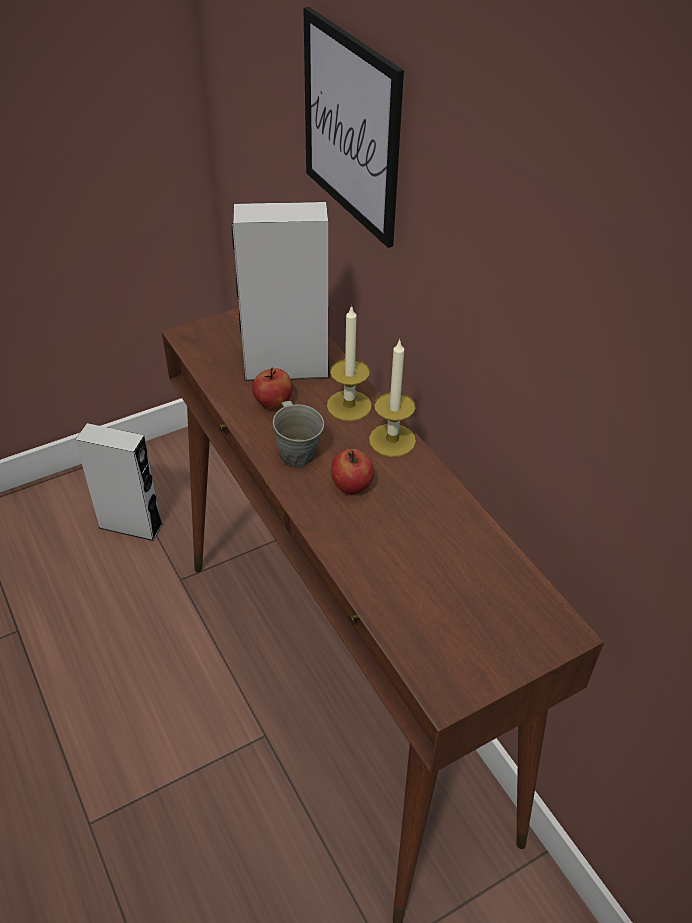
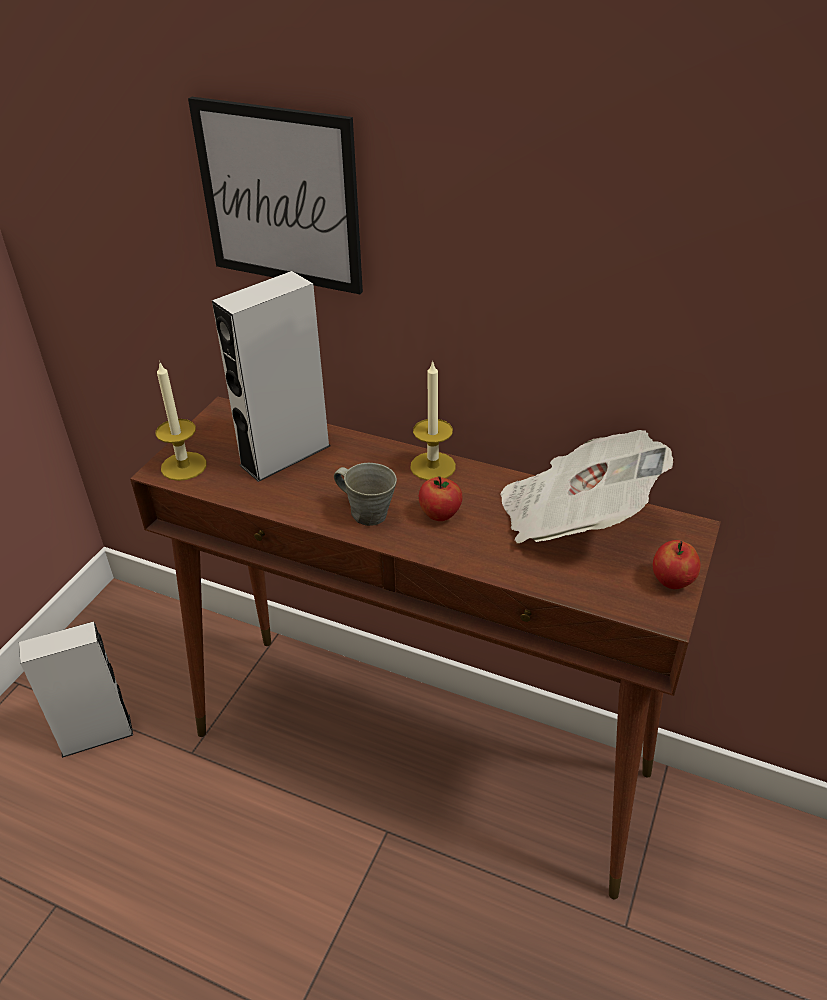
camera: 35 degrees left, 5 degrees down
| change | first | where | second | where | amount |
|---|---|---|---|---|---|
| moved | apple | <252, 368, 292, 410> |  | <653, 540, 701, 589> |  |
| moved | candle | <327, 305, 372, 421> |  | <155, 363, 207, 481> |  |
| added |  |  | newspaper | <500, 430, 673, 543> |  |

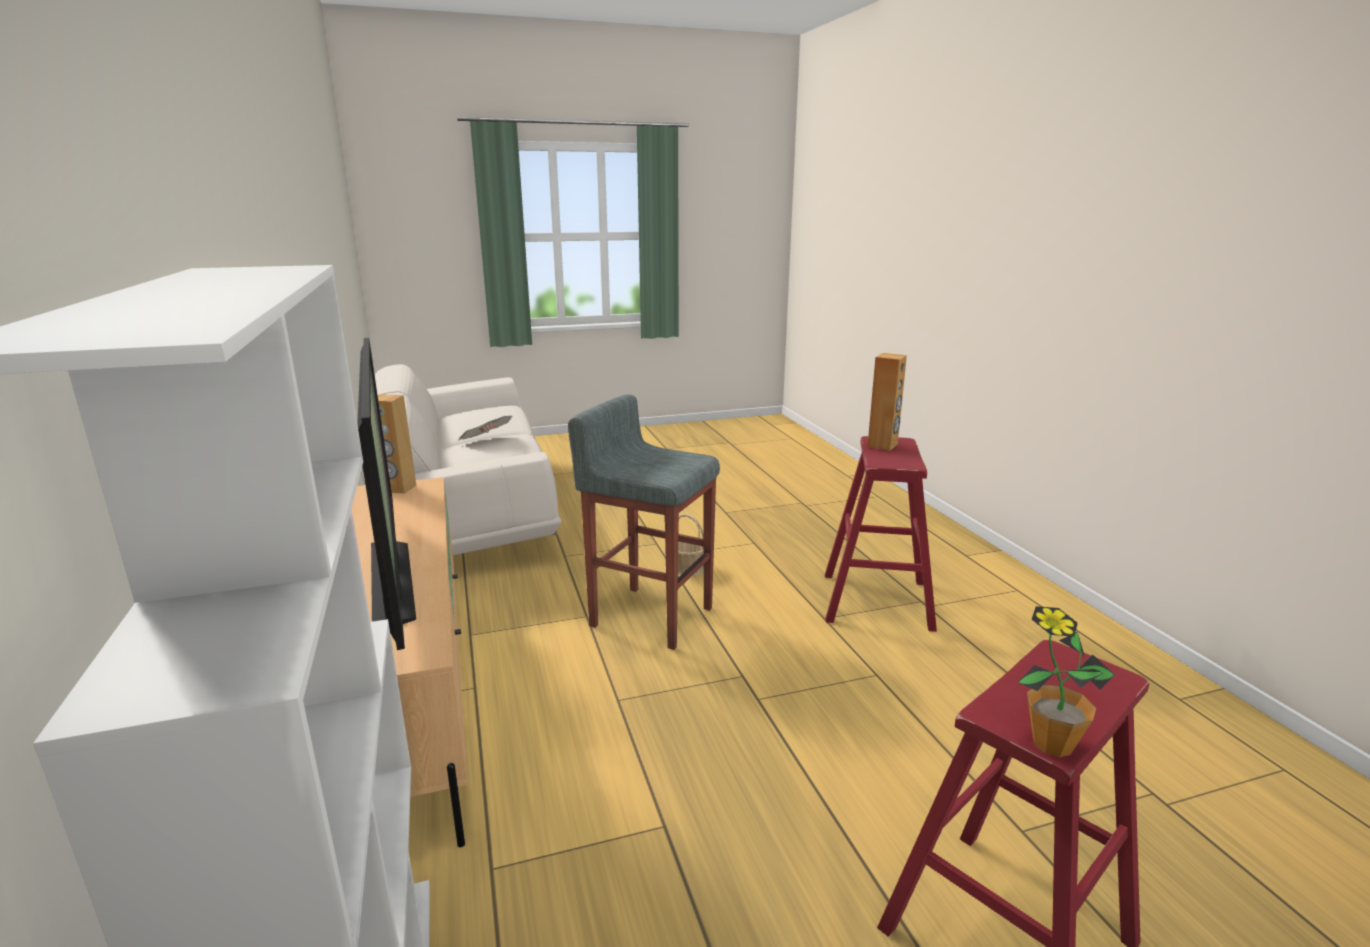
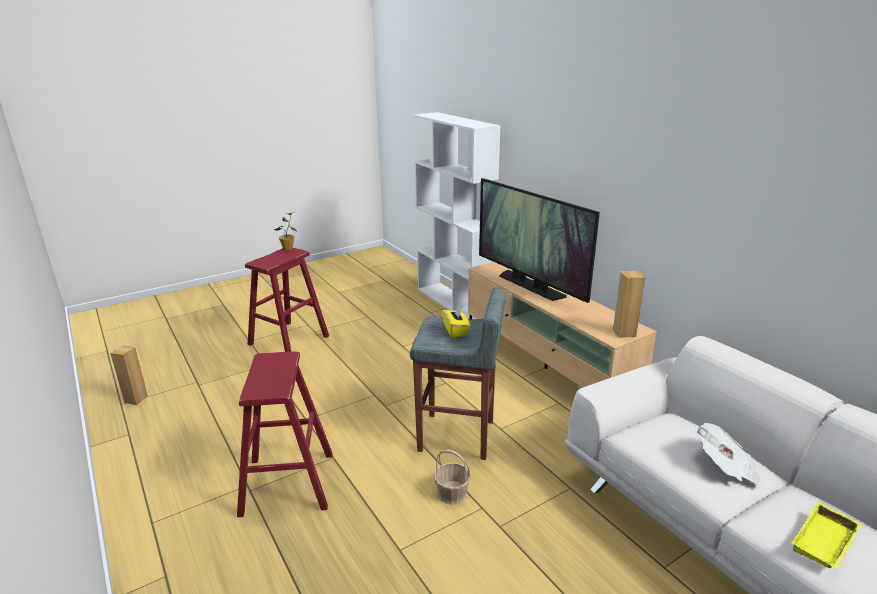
camera: 165 degrees right, 5 degrees up
| change | first | where | second | where | amount |
|---|---|---|---|---|---|
| moved | speaker/brown | <868, 353, 907, 451> |  | <110, 345, 148, 405> |  |
| added |  |  | tissue box/yellow | <442, 307, 470, 338> |  |
| added |  |  | tray/yellow | <792, 502, 861, 569> |  |

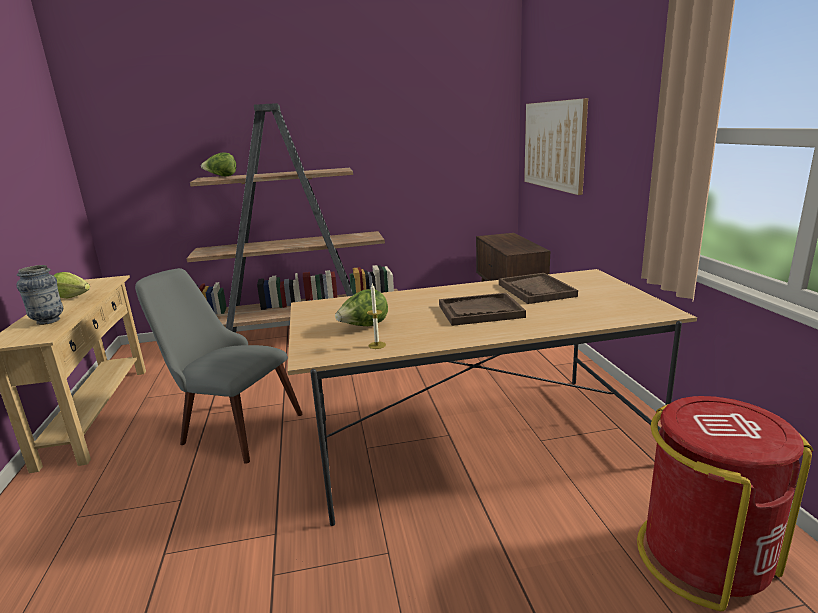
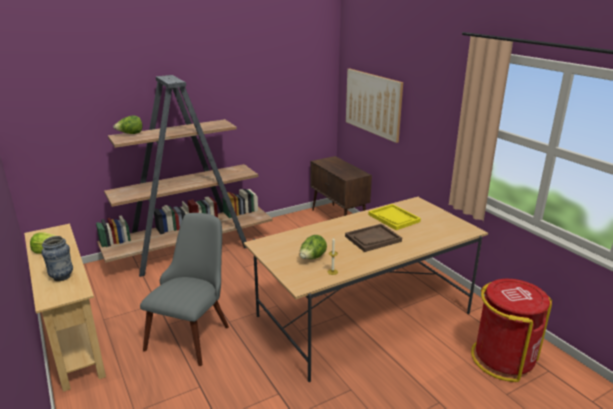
camera: 20 degrees left, 5 degrees up
| change | first | where | second | where | amount |
|---|---|---|---|---|---|
| turned | chair/grey | <135, 268, 303, 464> |  | <140, 213, 229, 366> | 105 degrees clockwise |
| recoloured | tray/brown | <499, 273, 578, 304> | tray/yellow | <368, 204, 421, 230> |  |

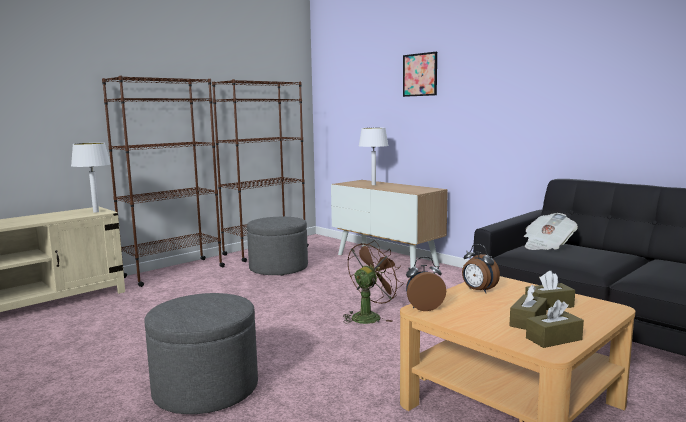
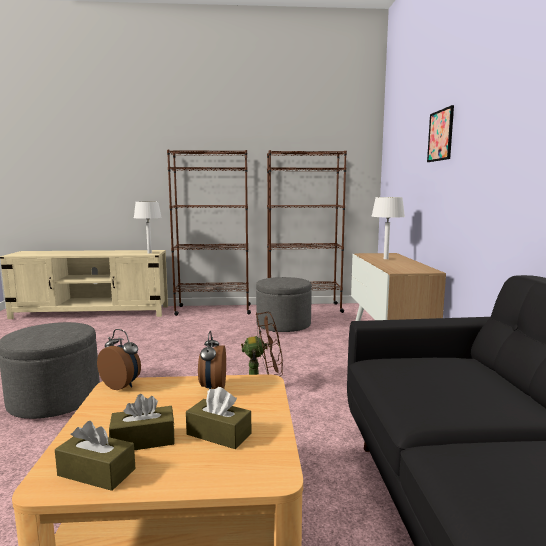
camera: 40 degrees right, 0 degrees up
| change | first | where | second | where | amount |
|---|---|---|---|---|---|
| removed | newspaper | <524, 213, 578, 250> |  |  |  |

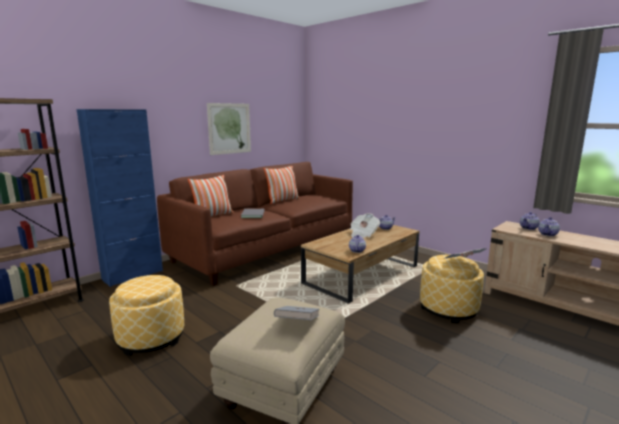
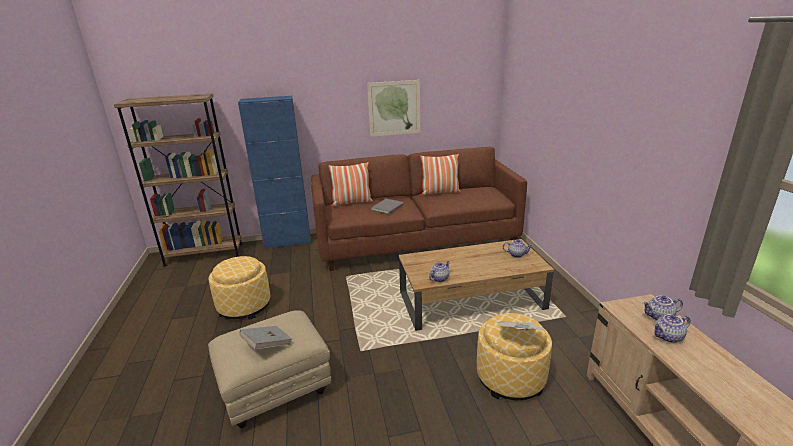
camera: 35 degrees right, 10 degrees up
| change | first | where | second | where | amount |
|---|---|---|---|---|---|
| removed | newspaper | <350, 213, 380, 238> |  |  |  |

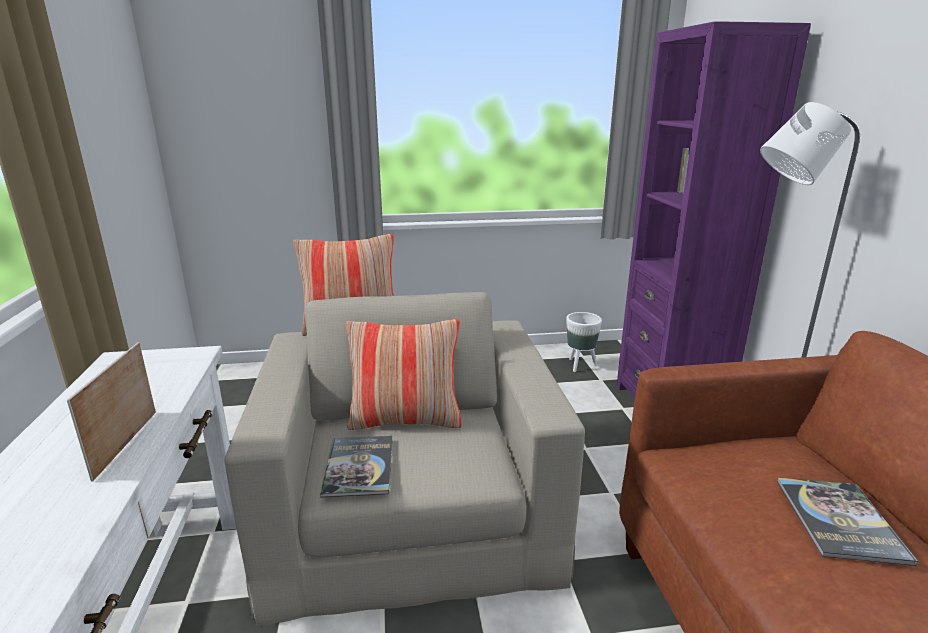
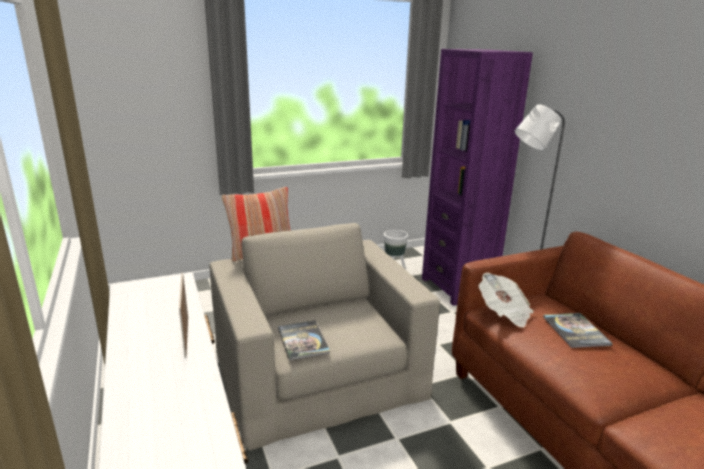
camera: 15 degrees left, 0 degrees up
| change | first | where | second | where | amount |
|---|---|---|---|---|---|
| removed | pillow | <346, 319, 462, 430> |  |  |  |
| added |  |  | newspaper | <479, 273, 534, 328> |  |

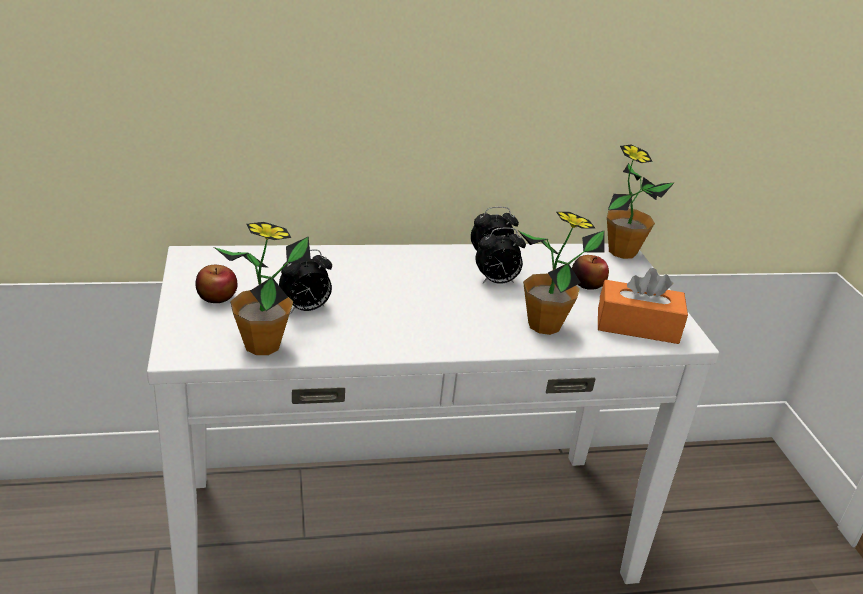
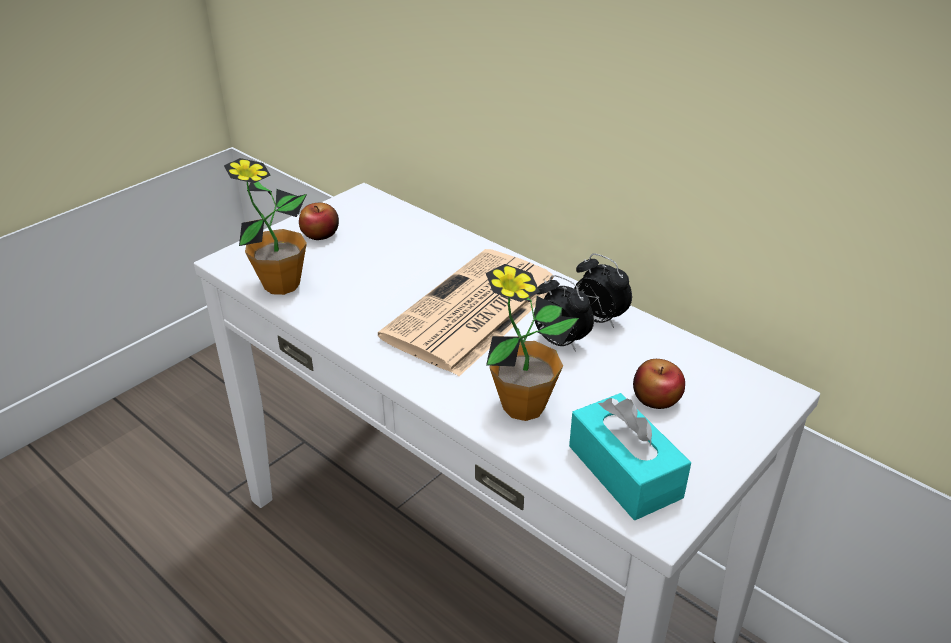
camera: 55 degrees right, 5 degrees up
| change | first | where | second | where | amount |
|---|---|---|---|---|---|
| removed | alarm clock | <279, 250, 332, 313> |  |  |  |
| recoloured | tissue box/orange | <598, 268, 688, 344> | tissue box/turquoise | <569, 393, 691, 520> |  |
| removed | potted plant | <607, 144, 674, 259> |  |  |  |
| added |  |  | newspaper | <378, 249, 554, 376> |  |

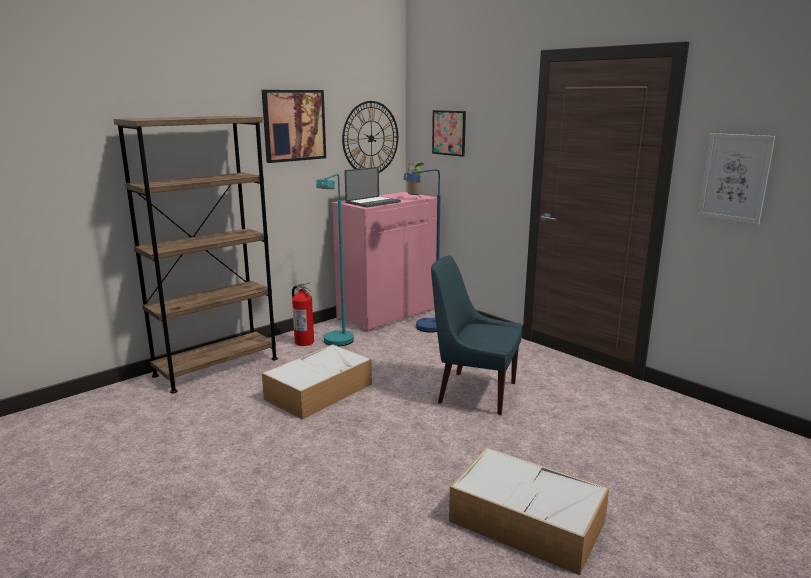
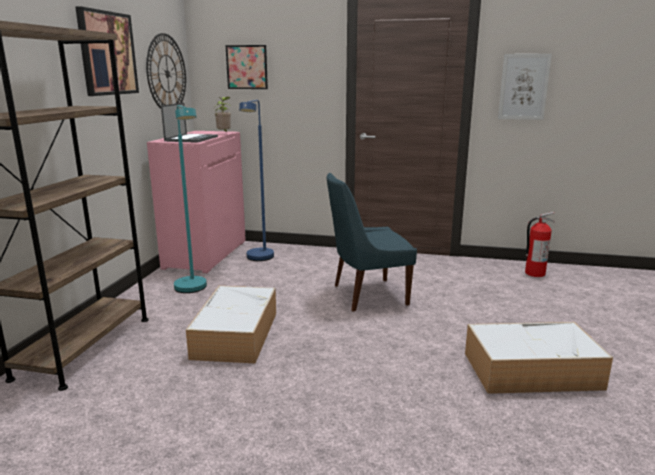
camera: 35 degrees left, 0 degrees up
| change | first | where | second | where | amount |
|---|---|---|---|---|---|
| moved | fire extinguisher | <292, 283, 314, 346> |  | <525, 212, 555, 277> |  |

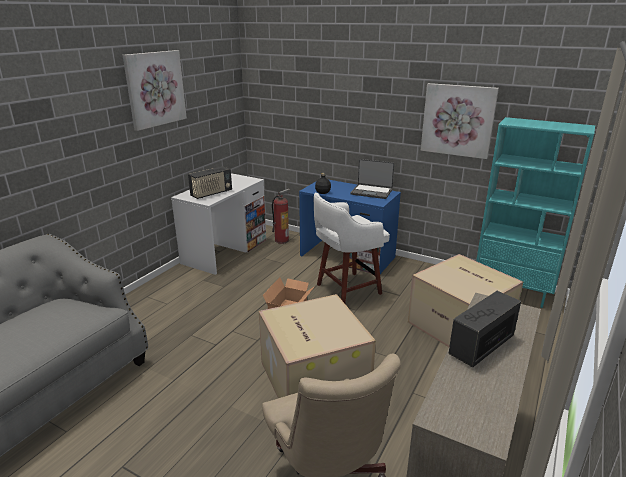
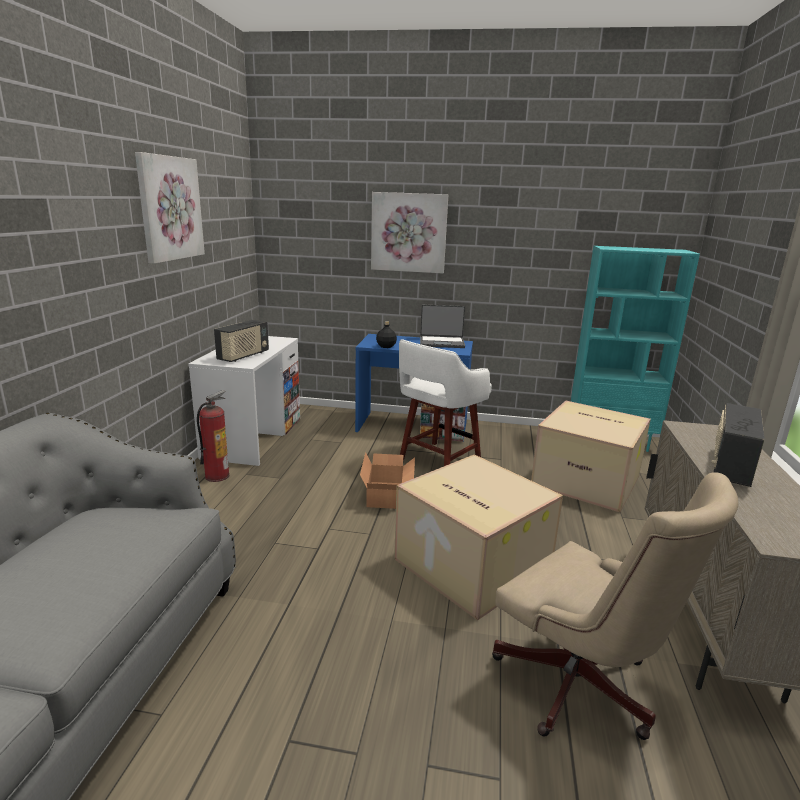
camera: 20 degrees left, 5 degrees down
| change | first | where | second | where | amount |
|---|---|---|---|---|---|
| moved | fire extinguisher | <272, 189, 290, 244> |  | <197, 390, 230, 482> |  |
| moved | picture | <421, 83, 499, 159> |  | <371, 192, 448, 273> |  |

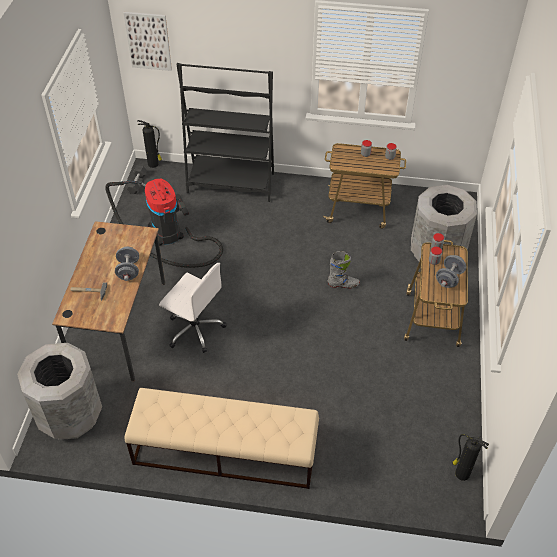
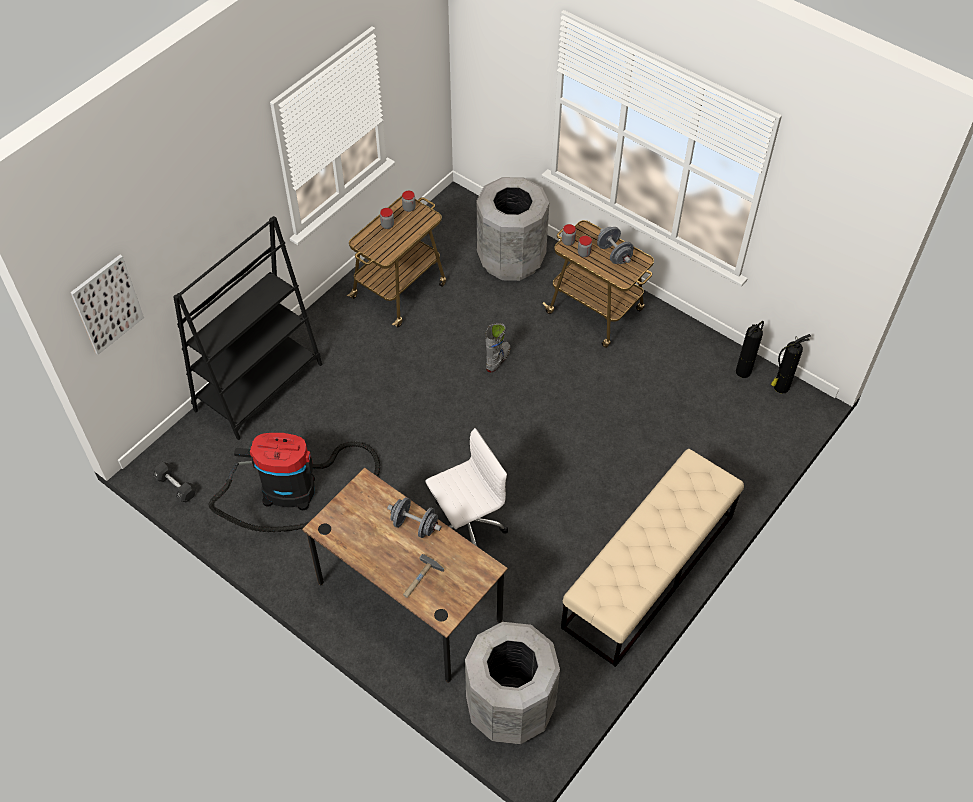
camera: 60 degrees left, 5 degrees up
| change | first | where | second | where | amount |
|---|---|---|---|---|---|
| moved | fire extinguisher | <137, 120, 162, 168> |  | <736, 321, 764, 378> |  |

